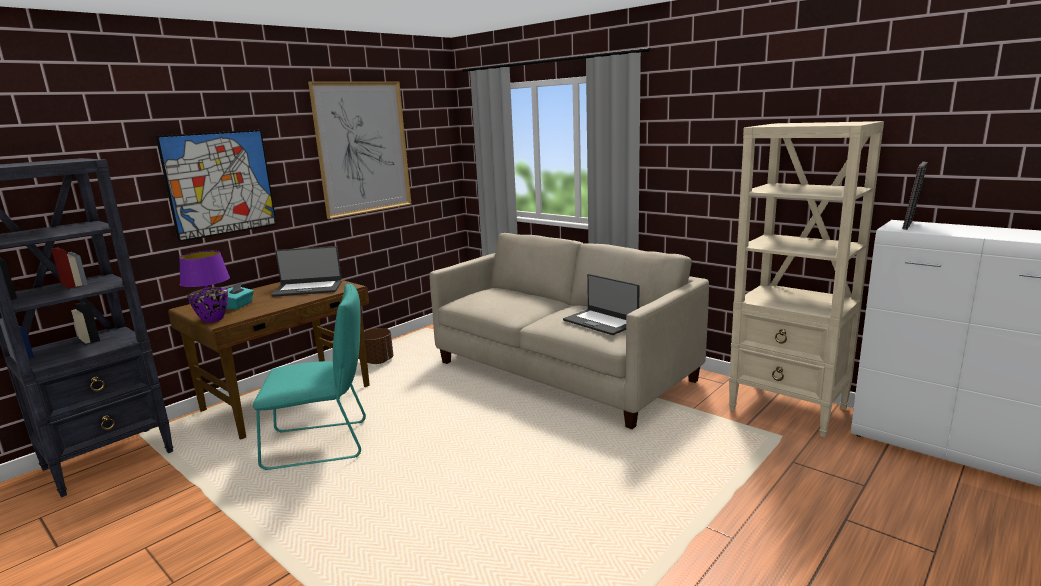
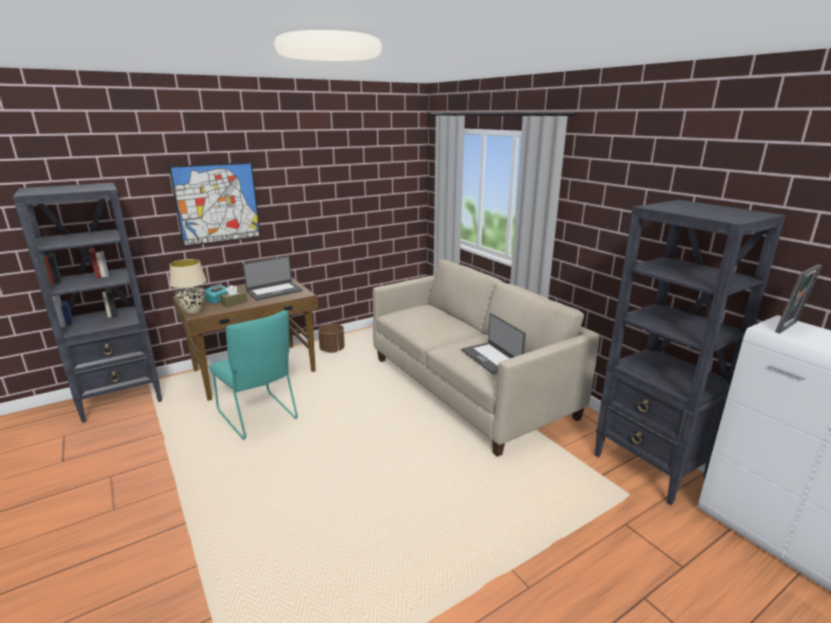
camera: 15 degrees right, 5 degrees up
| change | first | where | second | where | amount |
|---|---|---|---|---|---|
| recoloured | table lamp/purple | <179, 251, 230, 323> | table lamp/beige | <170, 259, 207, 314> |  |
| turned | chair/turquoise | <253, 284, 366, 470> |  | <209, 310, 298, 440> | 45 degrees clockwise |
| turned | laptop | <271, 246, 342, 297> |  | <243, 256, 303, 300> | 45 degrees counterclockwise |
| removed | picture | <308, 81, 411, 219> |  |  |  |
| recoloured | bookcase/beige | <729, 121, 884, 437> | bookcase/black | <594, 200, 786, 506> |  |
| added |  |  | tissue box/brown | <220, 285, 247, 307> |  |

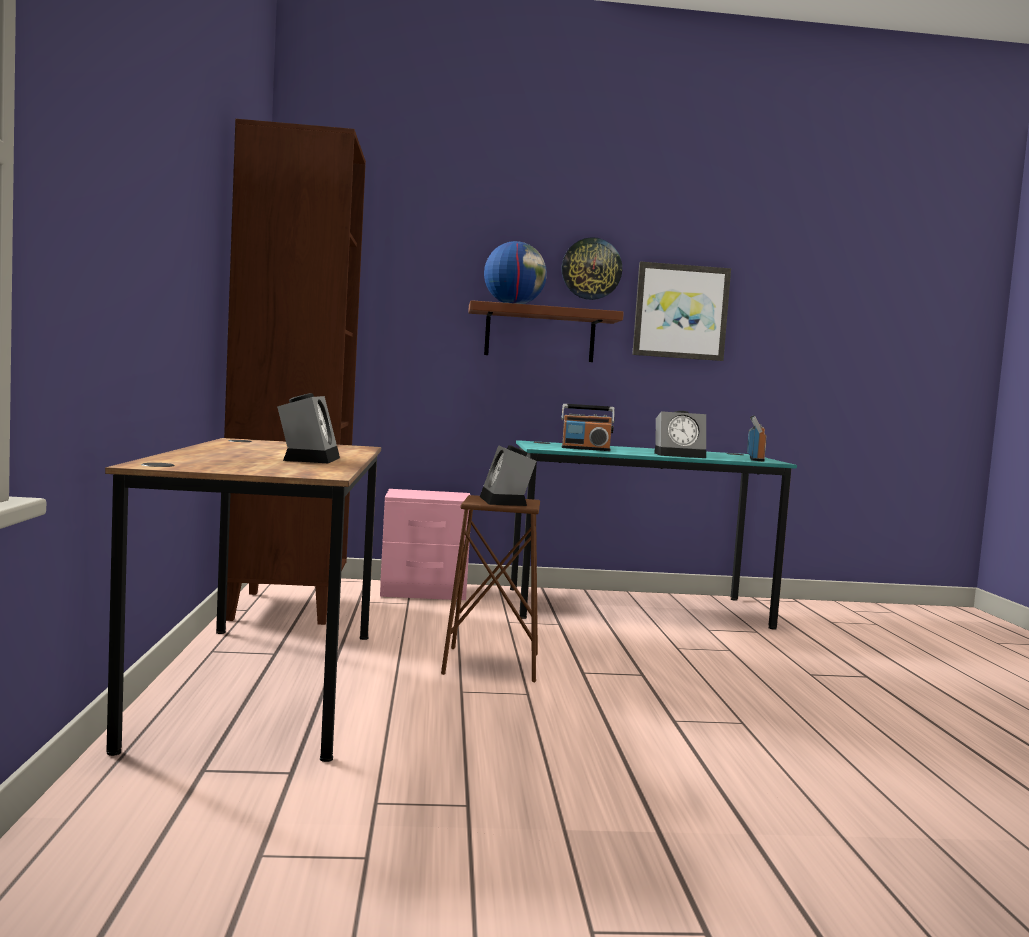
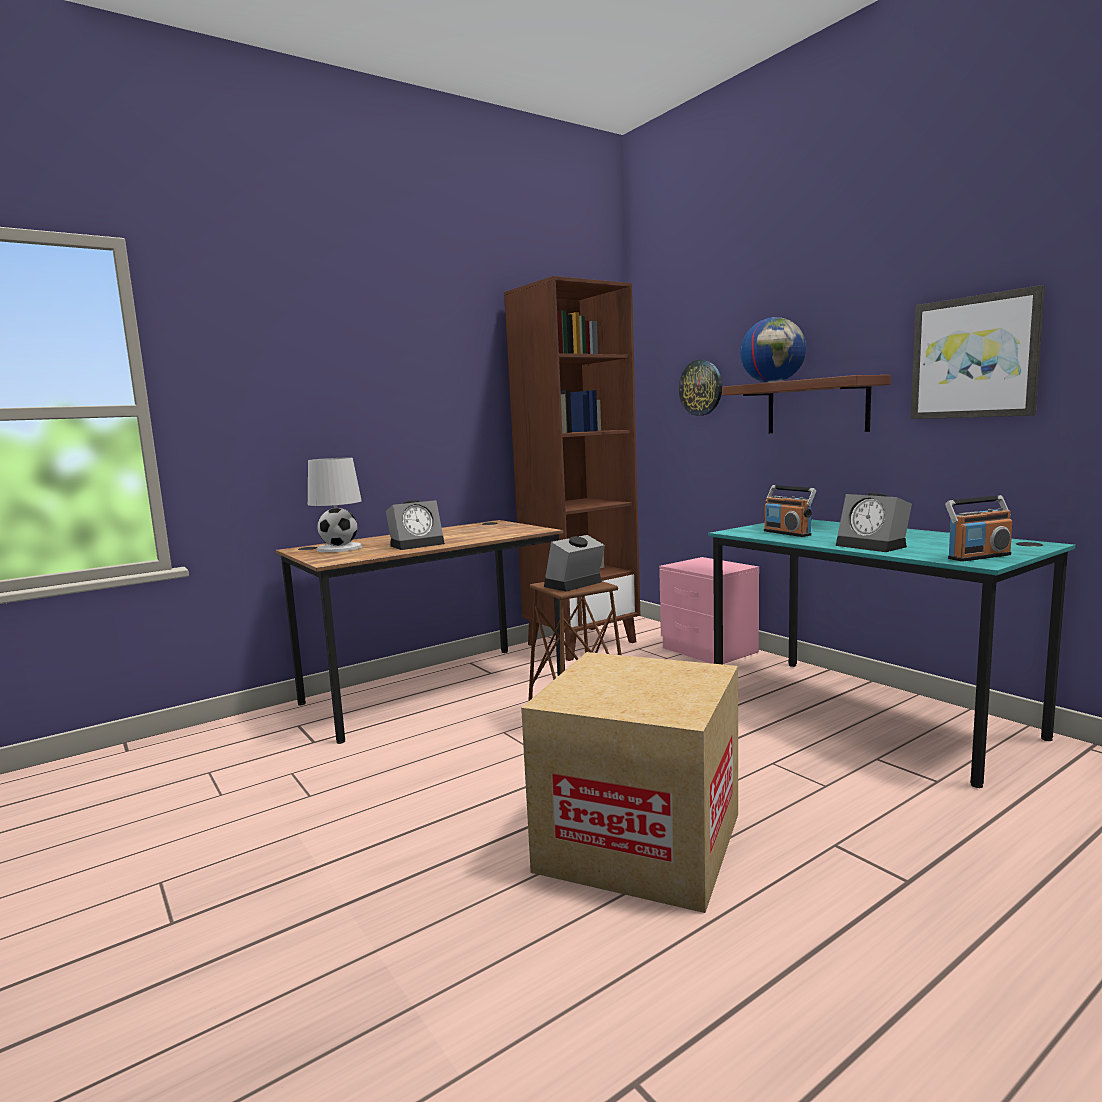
camera: 60 degrees right, 5 degrees up
| change | first | where | second | where | amount |
|---|---|---|---|---|---|
| moved | wall clock | <561, 237, 622, 300> |  | <679, 360, 722, 416> |  |
| added |  |  | table lamp/white | <308, 457, 362, 553> |  |
| added |  |  | cardboard box | <521, 652, 738, 913> |  |

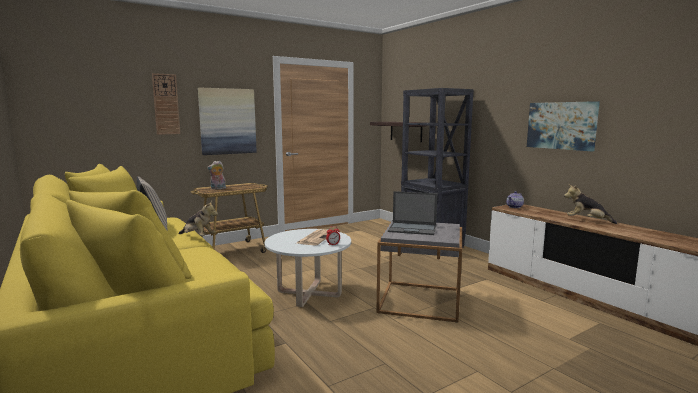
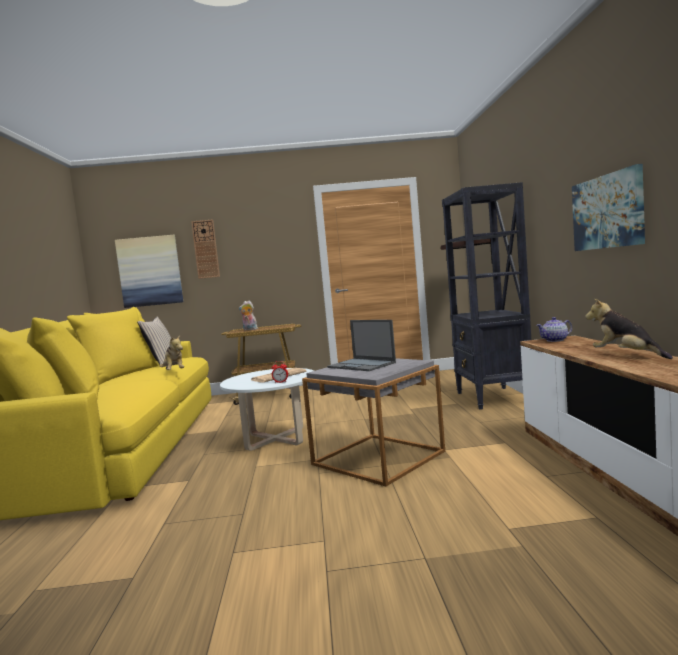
camera: 30 degrees right, 5 degrees down
| change | first | where | second | where | amount |
|---|---|---|---|---|---|
| moved | picture | <198, 87, 257, 155> |  | <115, 235, 183, 308> |  |

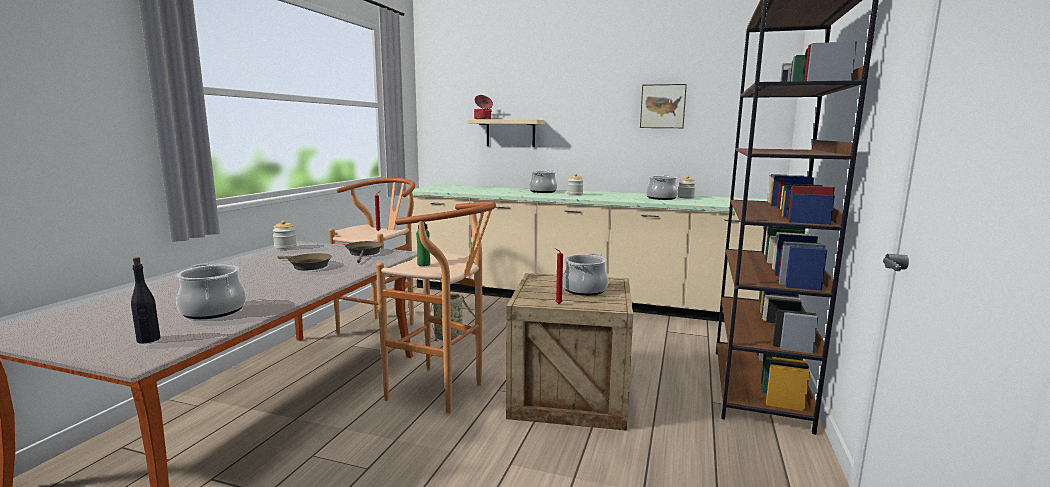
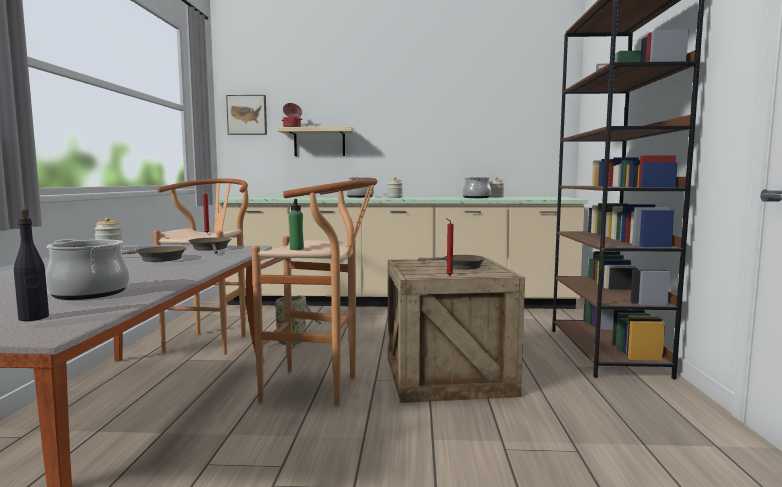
camera: 15 degrees left, 5 degrees down
| change | first | where | second | where | amount |
|---|---|---|---|---|---|
| replaced | cooking pot | <562, 253, 608, 296> | frying pan/brown | <418, 255, 486, 269> |  |
| moved | picture | <640, 84, 687, 128> |  | <226, 95, 267, 135> |  |

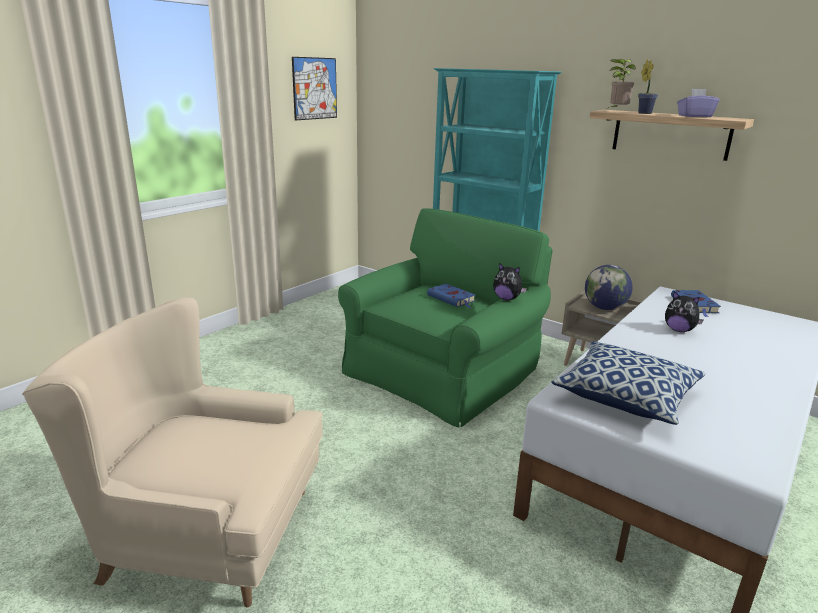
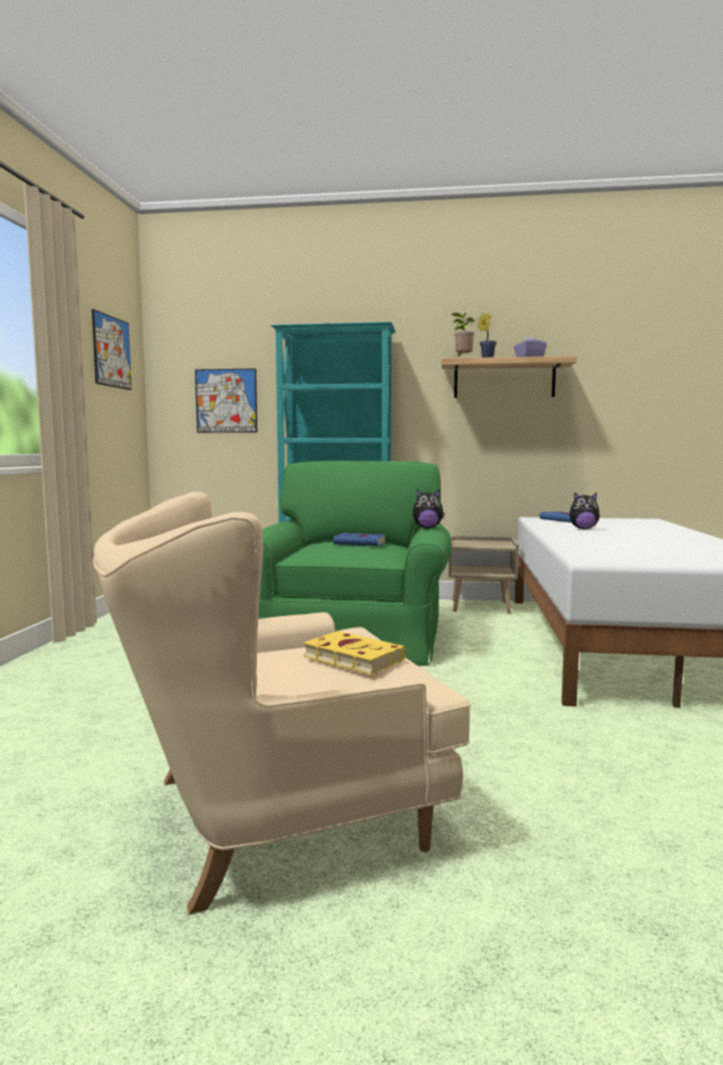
camera: 30 degrees left, 15 degrees down
| change | first | where | second | where | amount |
|---|---|---|---|---|---|
| removed | pillow | <551, 342, 706, 425> |  |  |  |
| removed | globe | <585, 265, 633, 310> |  |  |  |
| added |  |  | picture | <195, 369, 257, 433> |  |
| added |  |  | book/yellow | <303, 631, 406, 675> |  |

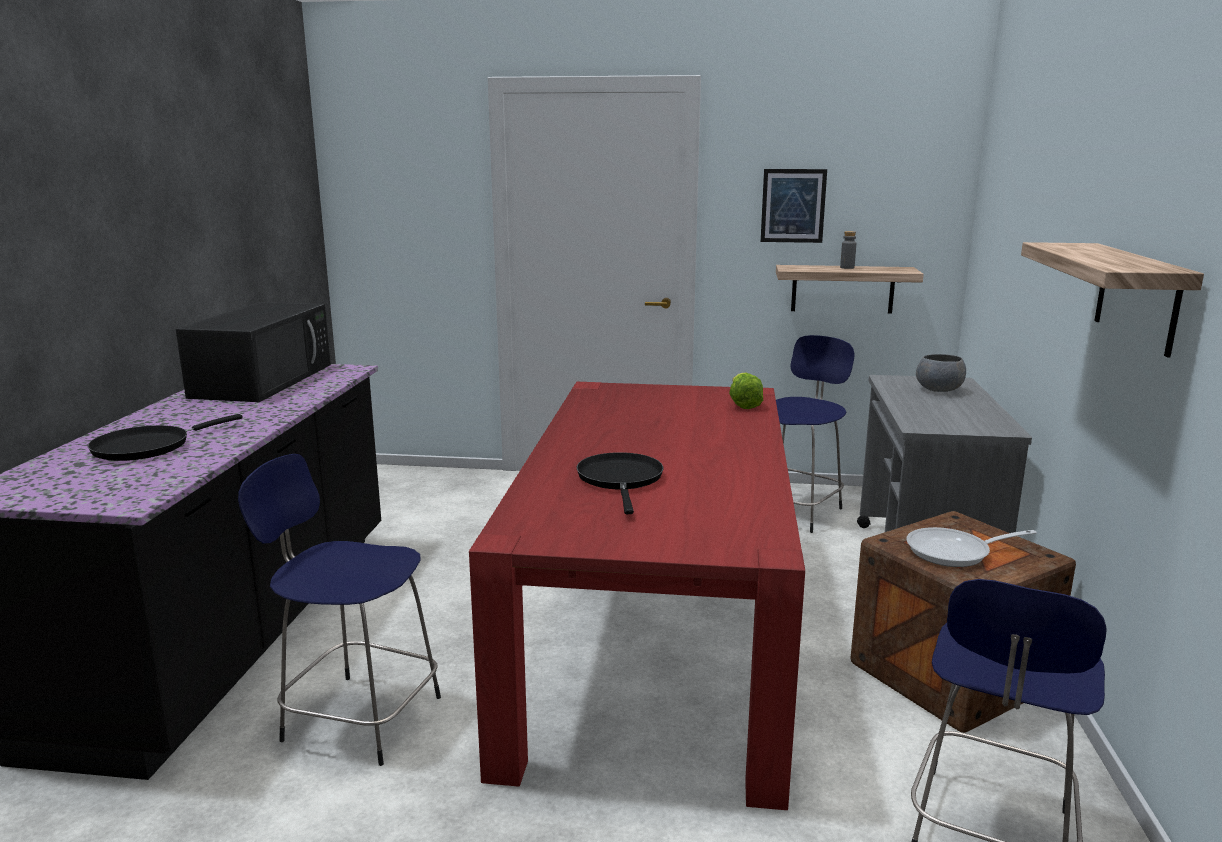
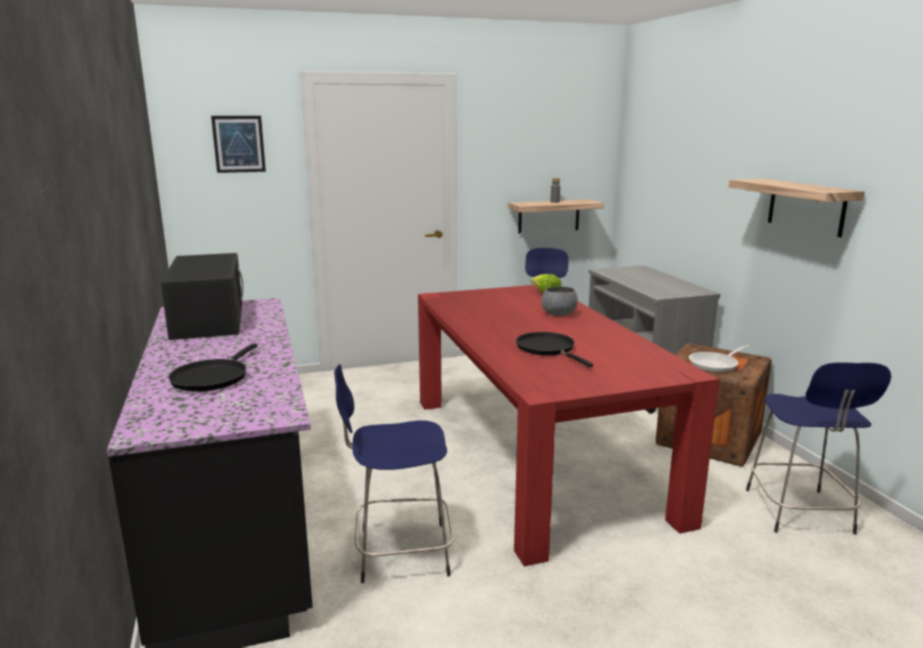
camera: 25 degrees left, 0 degrees up
| change | first | where | second | where | amount |
|---|---|---|---|---|---|
| moved | picture | <760, 169, 827, 243> |  | <211, 116, 266, 173> |  |
| moved | bowl/grey | <916, 354, 966, 392> |  | <541, 286, 578, 316> |  |

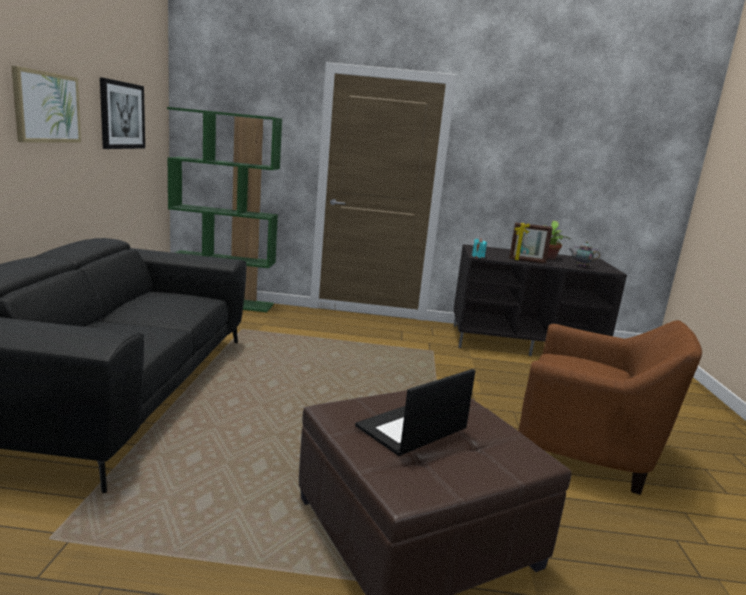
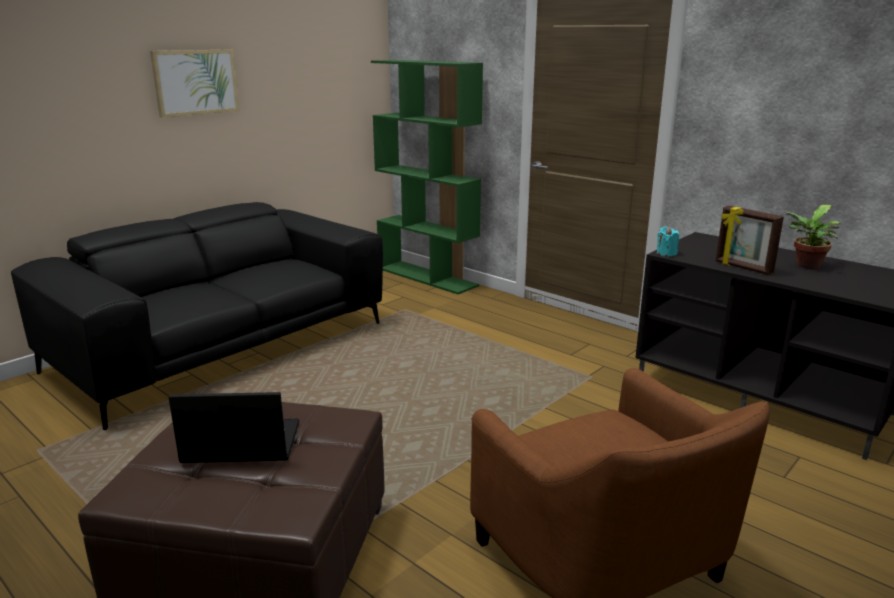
camera: 40 degrees right, 5 degrees up
| change | first | where | second | where | amount |
|---|---|---|---|---|---|
| removed | picture | <100, 77, 145, 149> |  |  |  |
| removed | teapot | <569, 241, 600, 267> |  |  |  |

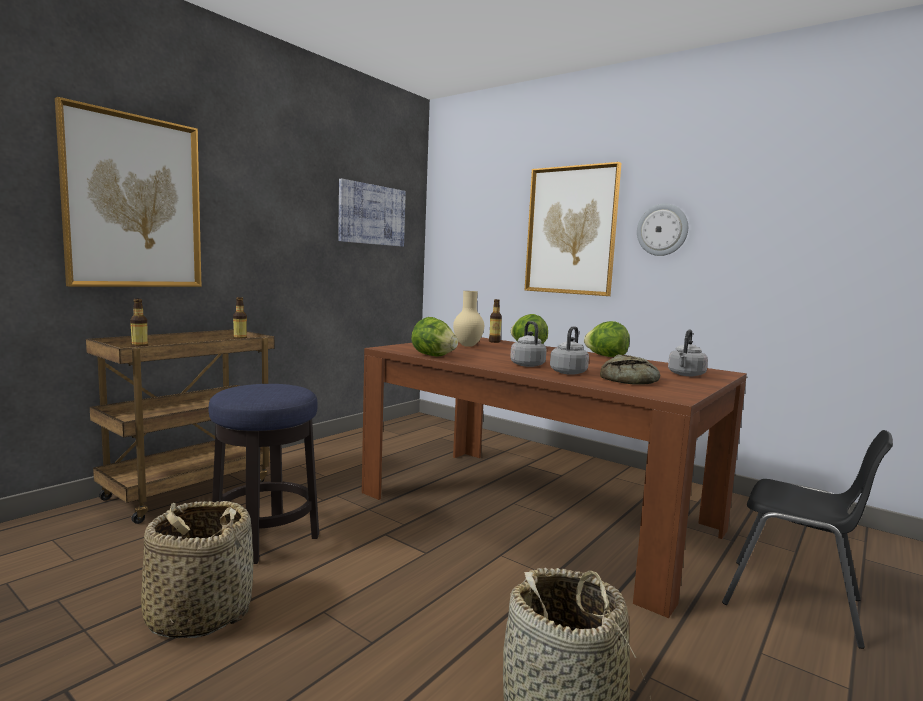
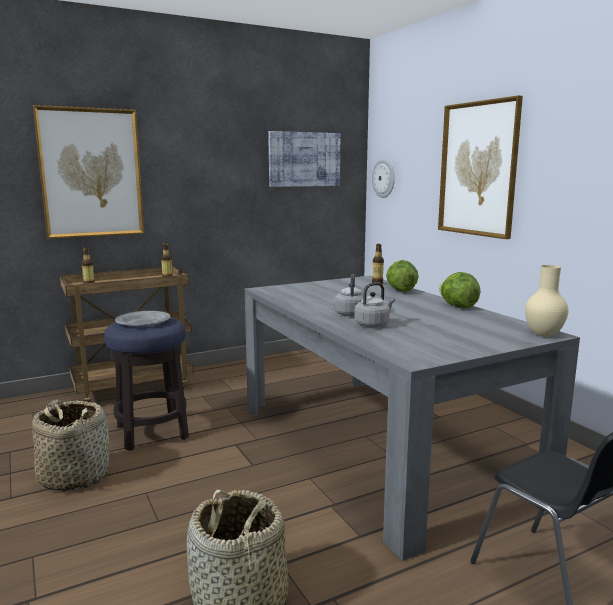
camera: 25 degrees right, 5 degrees up
| change | first | where | second | where | amount |
|---|---|---|---|---|---|
| recoloured | dining table/brown | <362, 337, 747, 618> | dining table/grey | <245, 276, 580, 561> |  |
| removed | lettuce | <411, 317, 458, 357> |  |  |  |
| moved | vase/beige | <453, 291, 484, 347> |  | <525, 265, 568, 337> |  |
| removed | bread | <600, 354, 660, 385> |  |  |  |
| moved | wall clock | <637, 204, 688, 256> |  | <372, 159, 395, 198> |  |
| removed | kettle/grey | <668, 329, 708, 376> |  |  |  |
| added |  |  | plate/grey | <115, 311, 170, 326> |  |

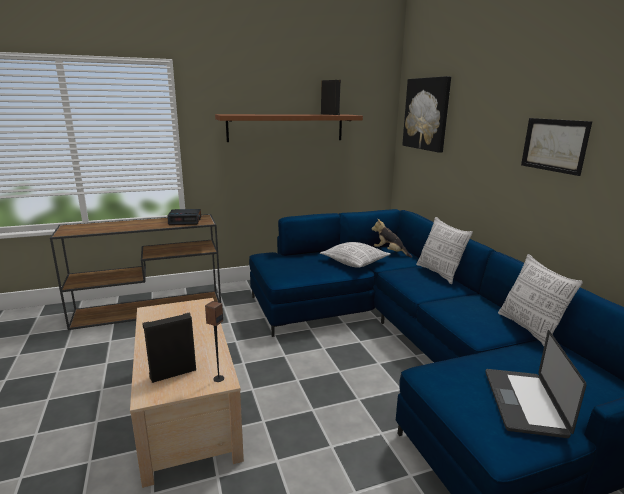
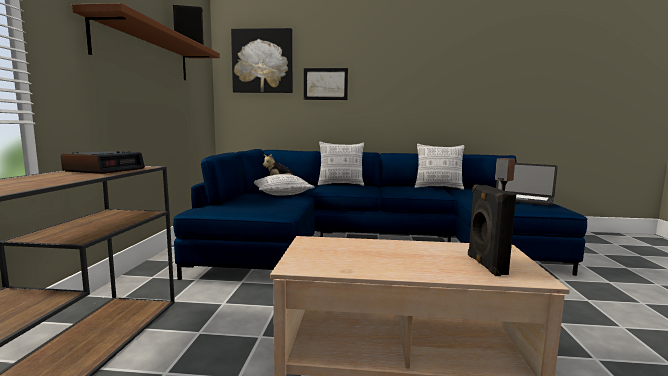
camera: 65 degrees left, 10 degrees down
| change | first | where | second | where | amount |
|---|---|---|---|---|---|
| moved | picture | <521, 118, 592, 176> |  | <304, 68, 348, 100> |  |

